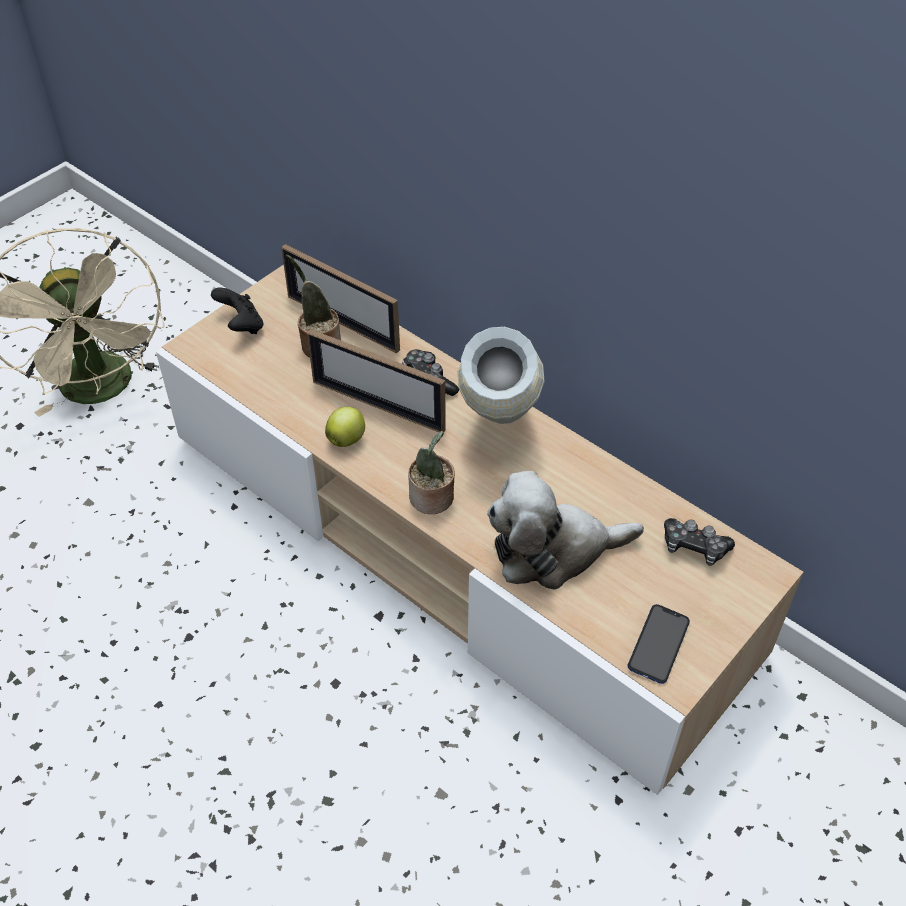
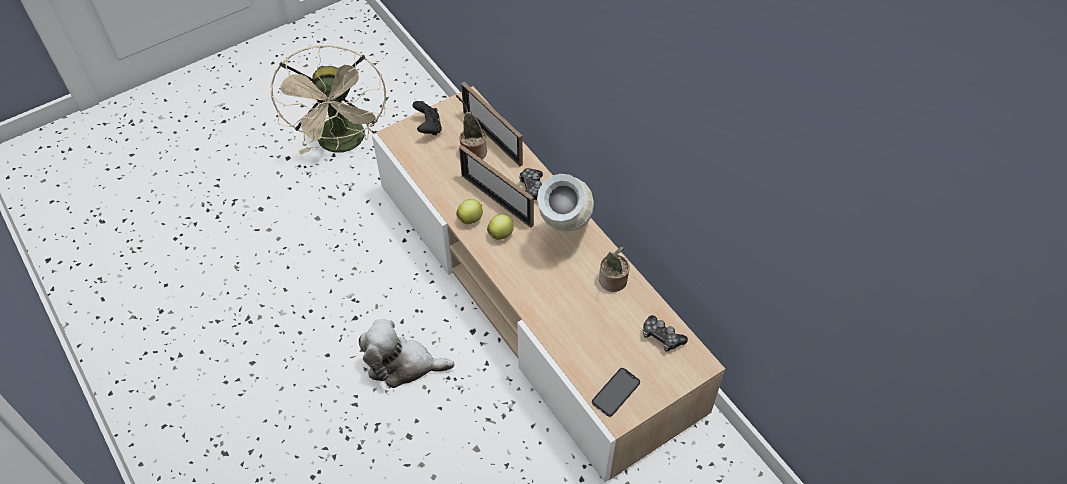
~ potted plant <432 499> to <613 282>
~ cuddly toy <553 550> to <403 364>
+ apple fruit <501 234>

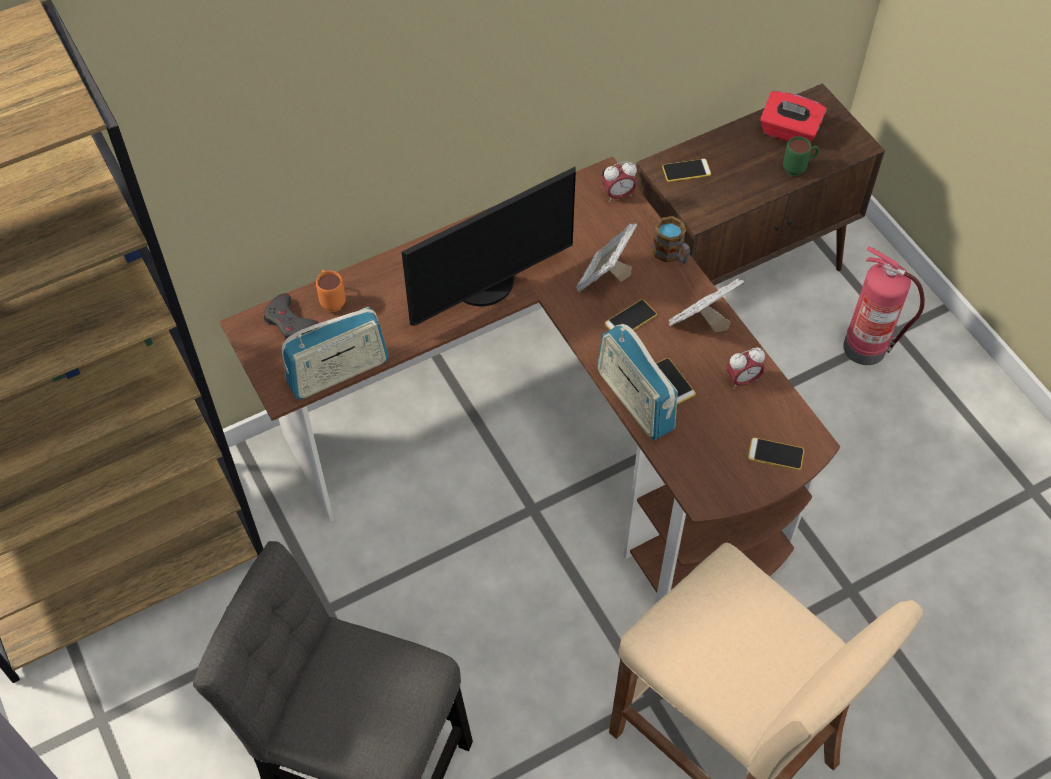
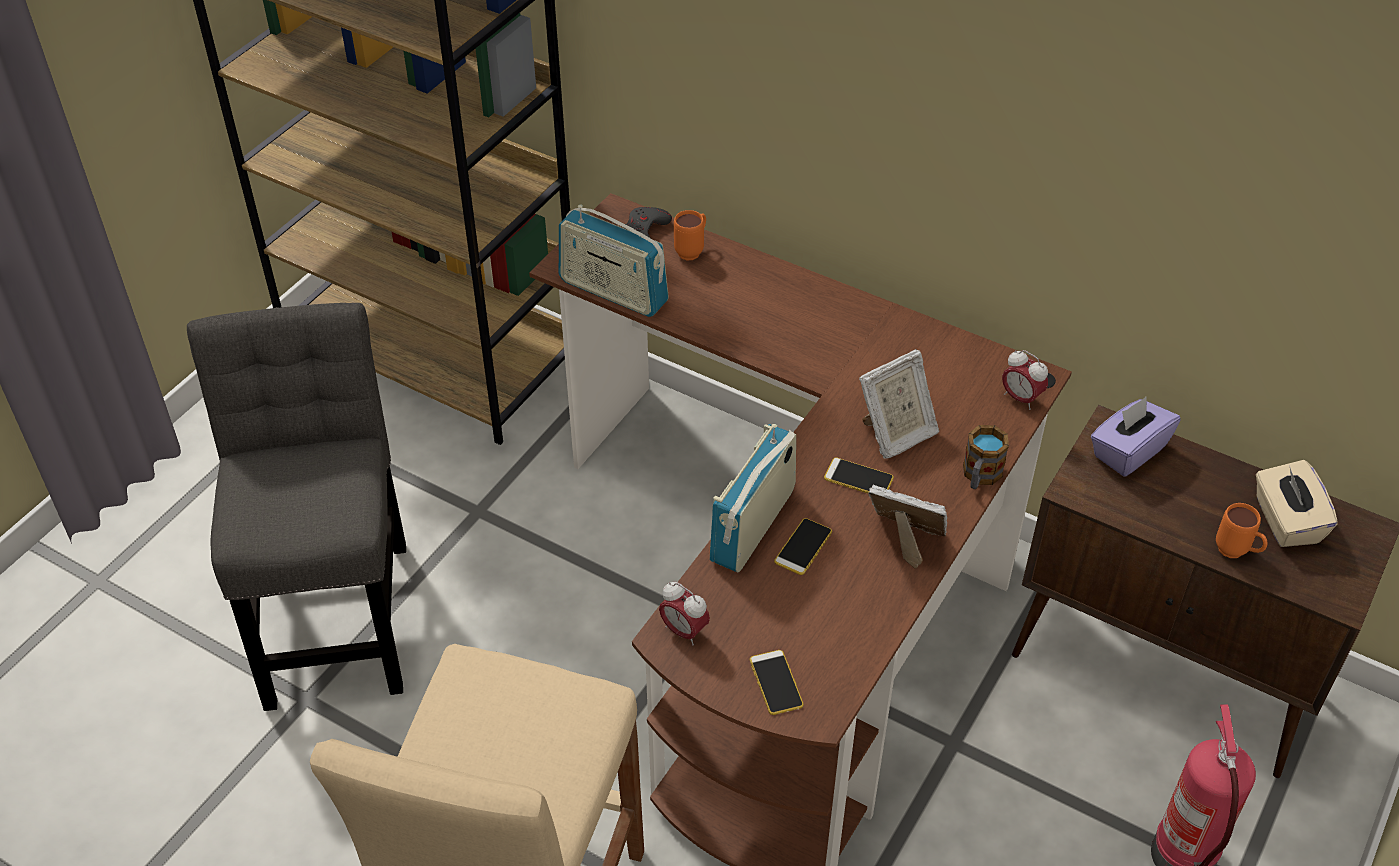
- computer screen <486 285>
~ standing frame <605 278> = <896 434> 150 degrees clockwise
~ phone <686 171> to purplish tissue box <1128 451>
~ table clock <742 380> to <684 631>
~ reddish tissue box <788 132> to beige tissue box <1285 521>
~ green coffee mug <798 169> to orangey coffee mug <1236 553>

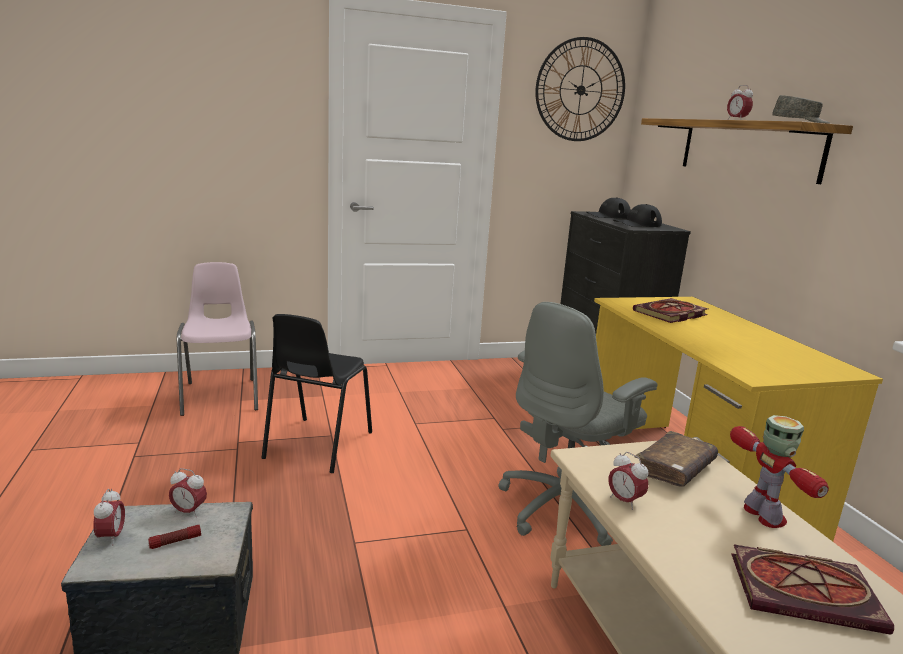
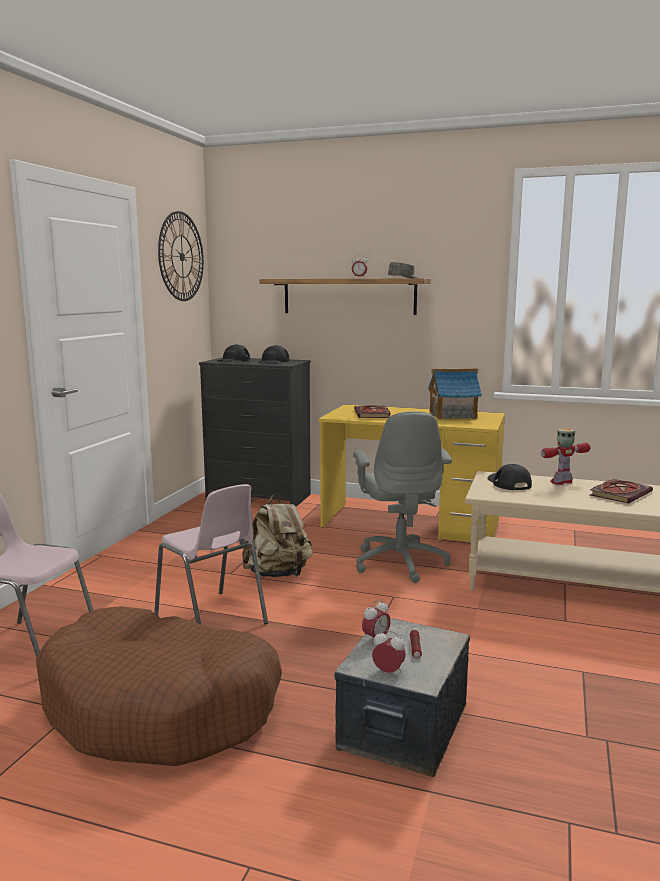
~ black-coloured plain chair <317 445> to pinkish plain chair <211 620>
- table clock <624 501>
~ brown book <674 469> to black-coloured baseball cap <508 483>
~ toy robot <764 516> = <562 482> 45 degrees counterclockwise
+ brown pet bed <161 707>
+ beige rucksack <278 574>
+ model house <453 415>

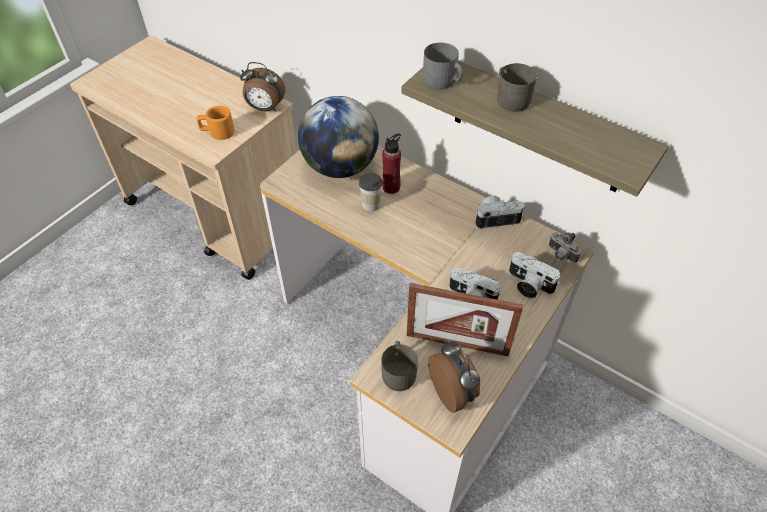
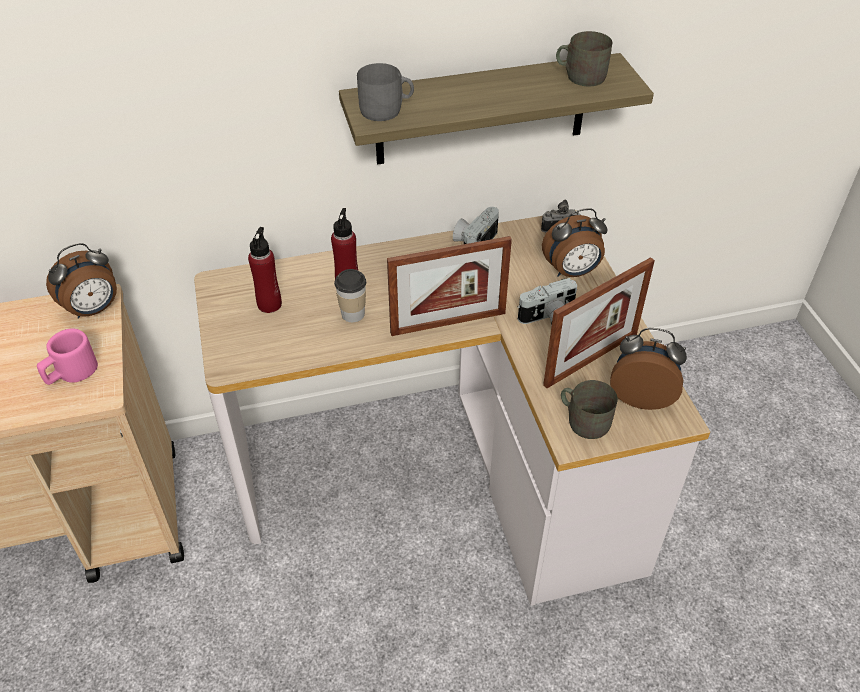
~ orangey coffee mug <217 132> to pinkish coffee mug <71 373>
~ globe <340 167> to reddish beverage bottle <269 304>
~ greyish coffee mug <510 98> to <580 75>
~ still camera <528 285> to table clock <572 272>
+ standing frame <448 323>

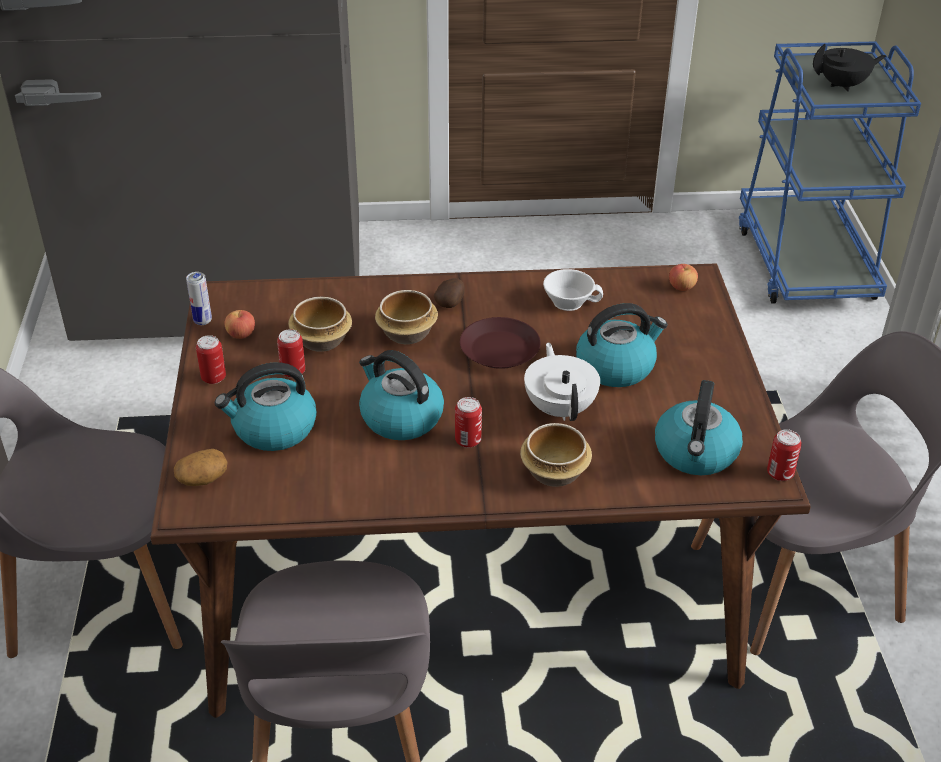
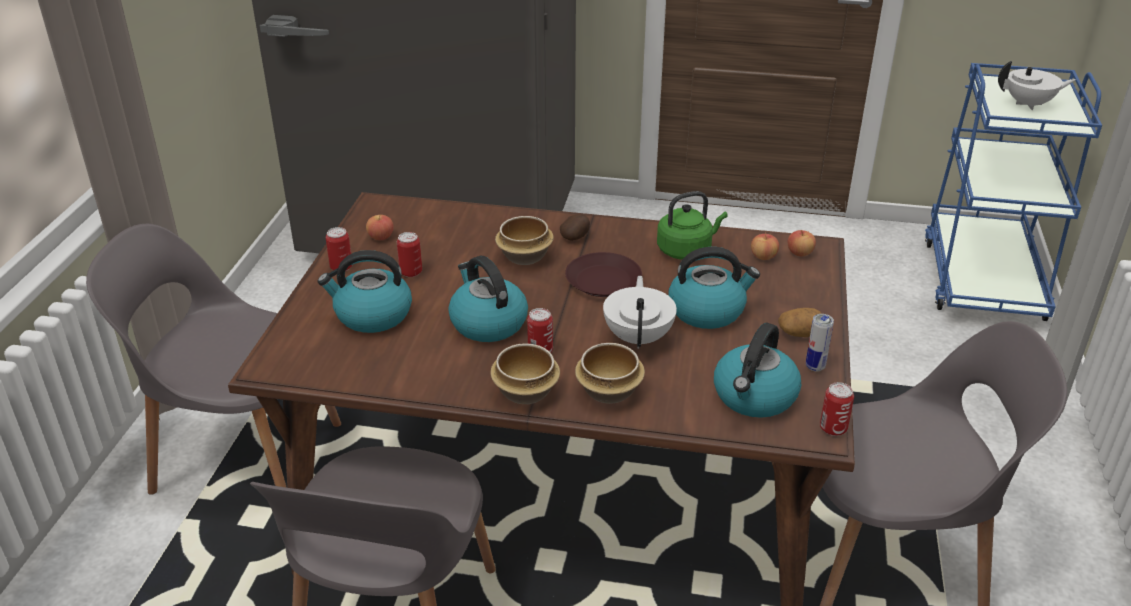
~ spud <202 478> to <800 333>
~ can <202 321> to <815 366>
~ bowl <322 340> to <526 391>
~ white drinking cup <569 300> to green water kettle <686 250>
~ black-coloured teapot <843 85> to white teapot <1029 104>
+ apple fruit <763 256>

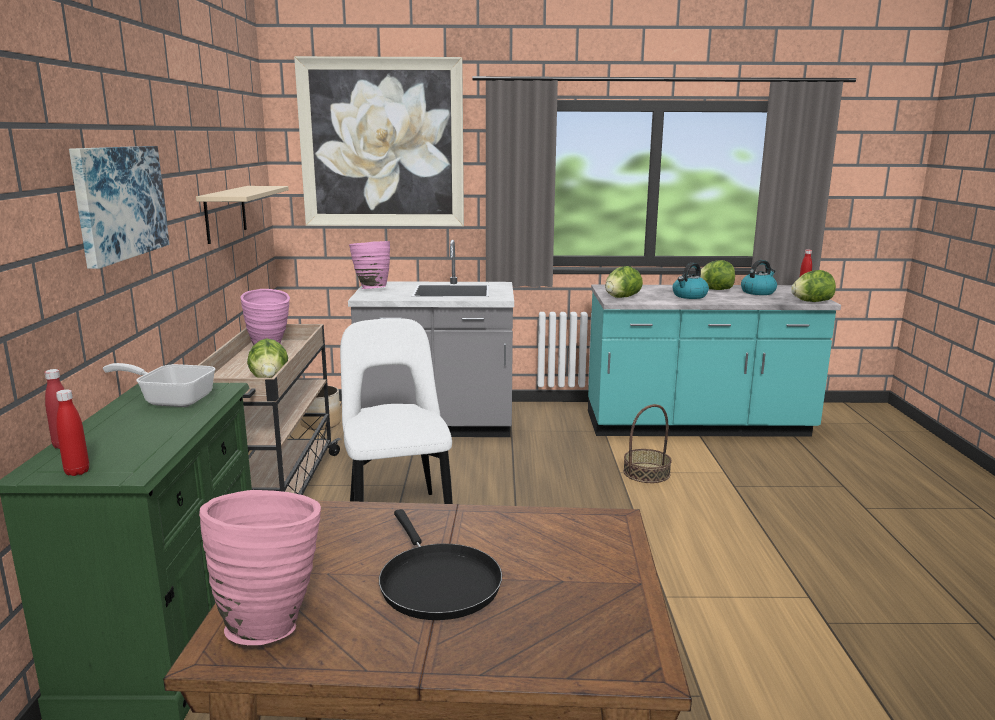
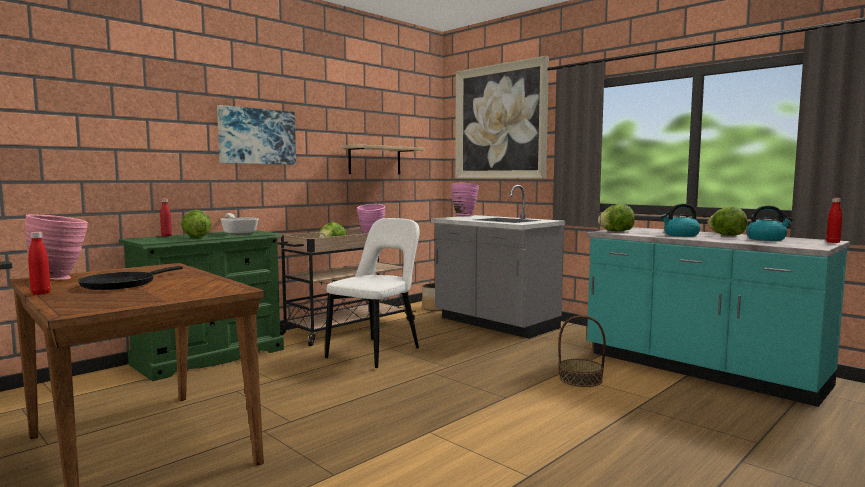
~ reddish beverage bottle <77 472> to <41 293>
~ head of lettuce <811 301> to <196 238>

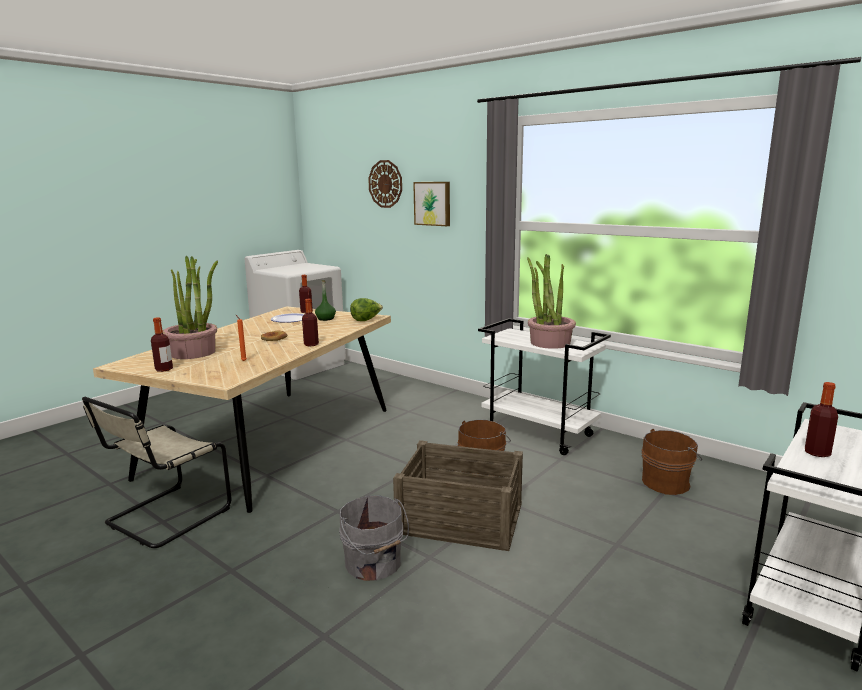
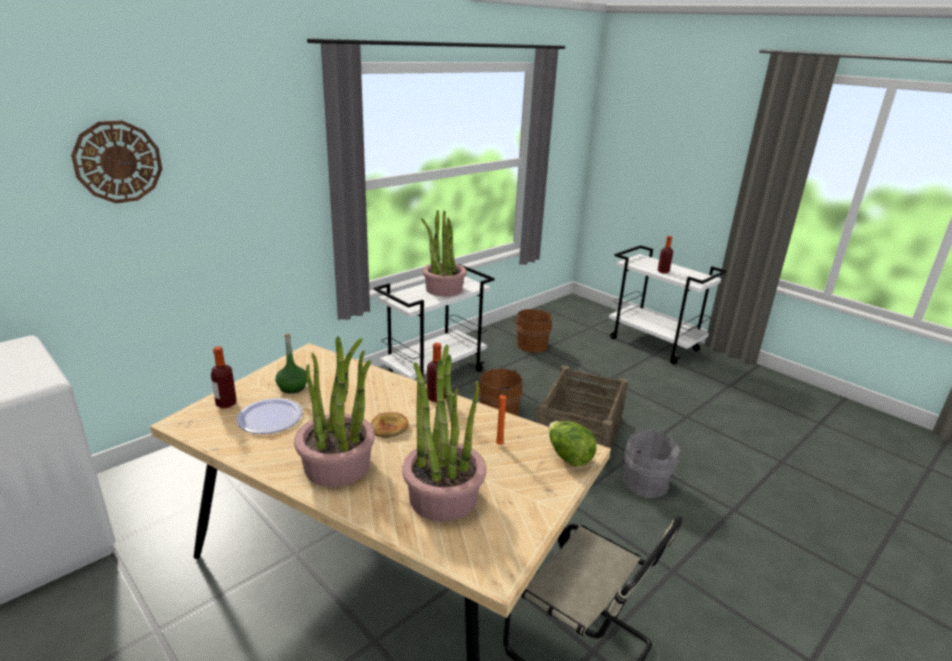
- beverage bottle <164 369>
~ head of lettuce <366 320> to <568 457>
- picture <433 203>
+ potted plant <338 466>

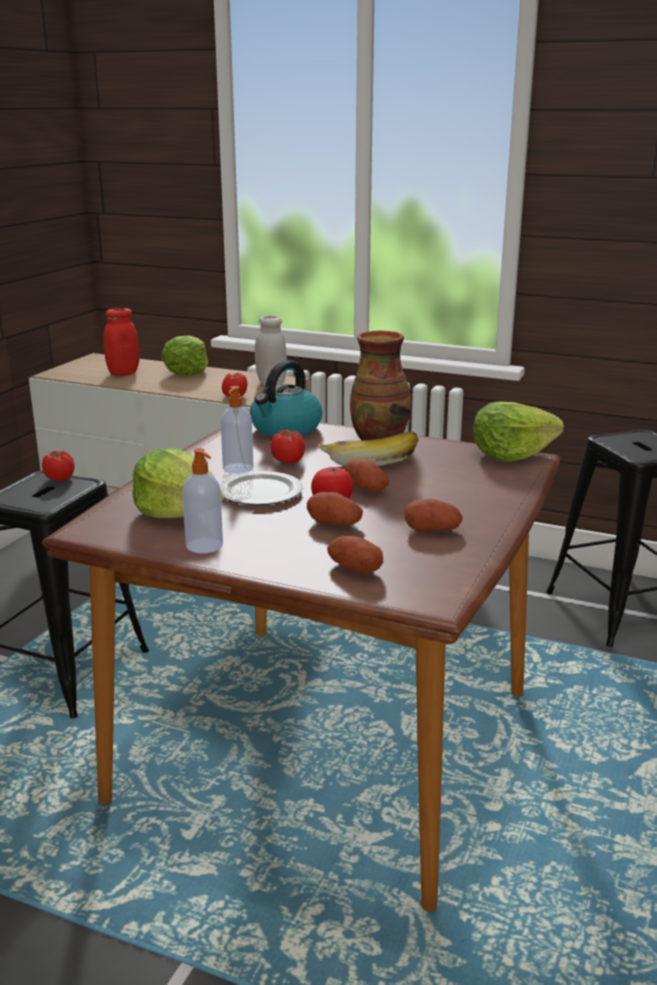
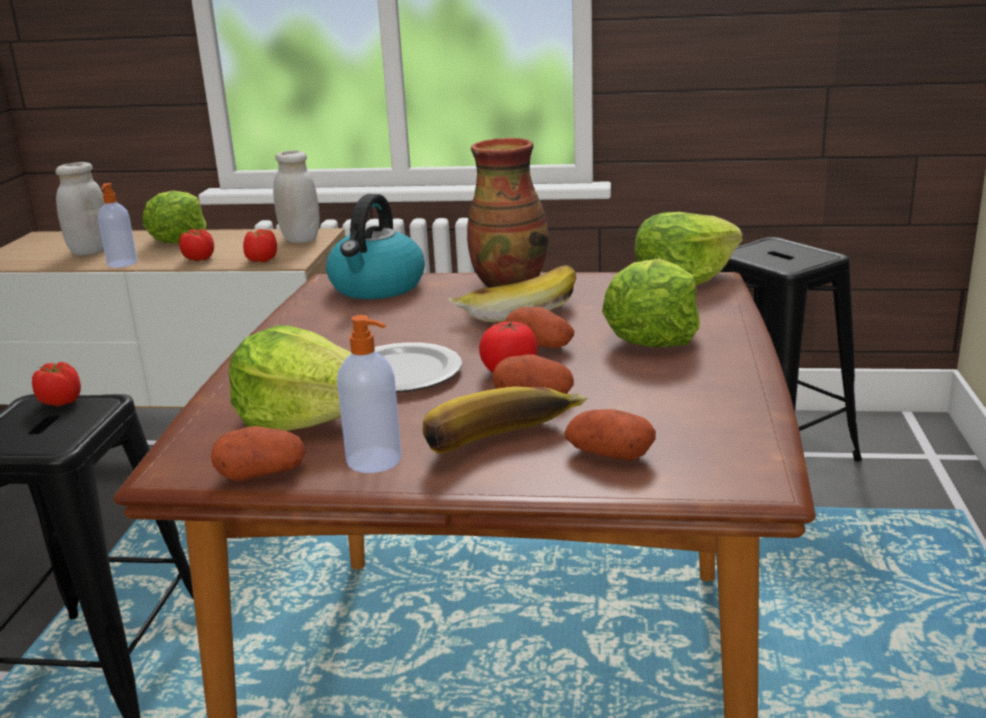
~ reddish jar <123 373> to white jar <90 251>
~ soap dispenser <237 469> to <122 263>
~ tomato <288 461> to <199 259>
~ spud <432 529> to <262 473>
+ banana fruit <505 446>
+ head of lettuce <652 335>

